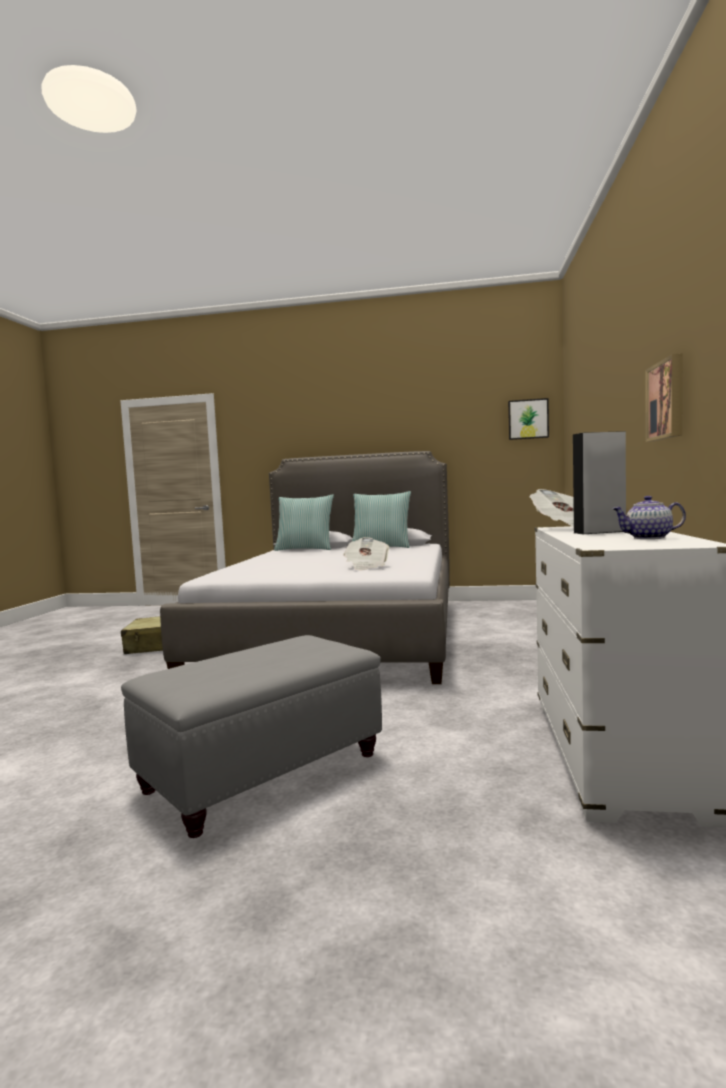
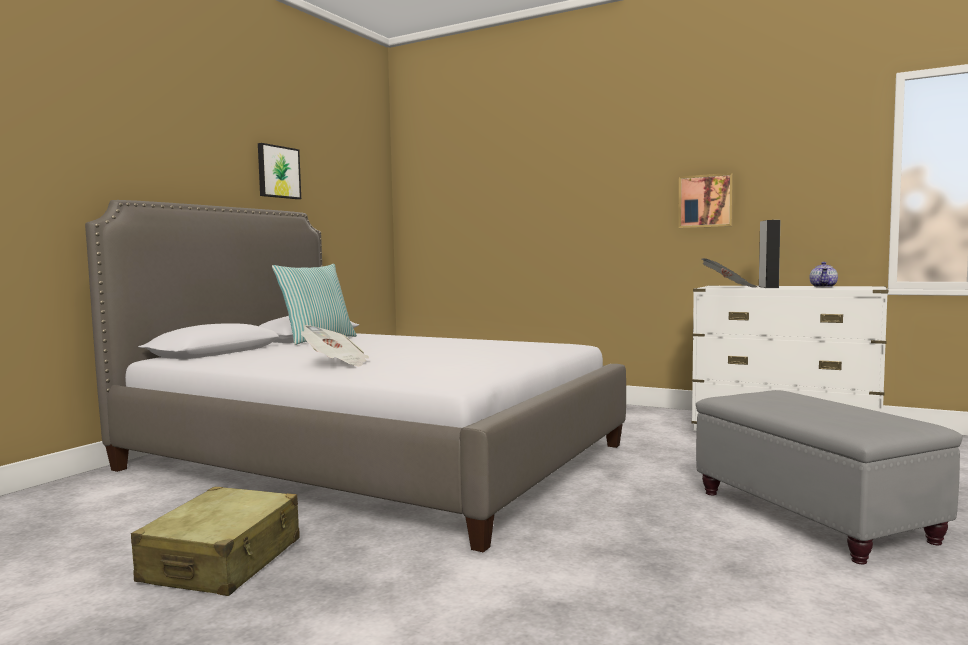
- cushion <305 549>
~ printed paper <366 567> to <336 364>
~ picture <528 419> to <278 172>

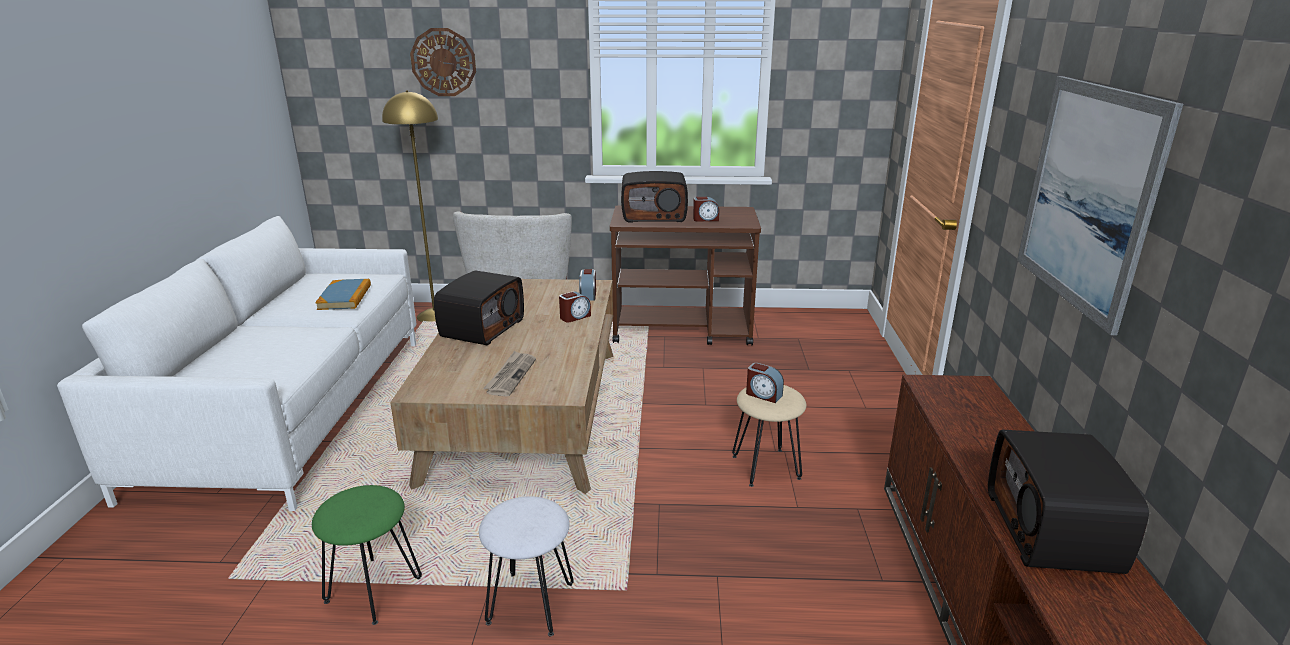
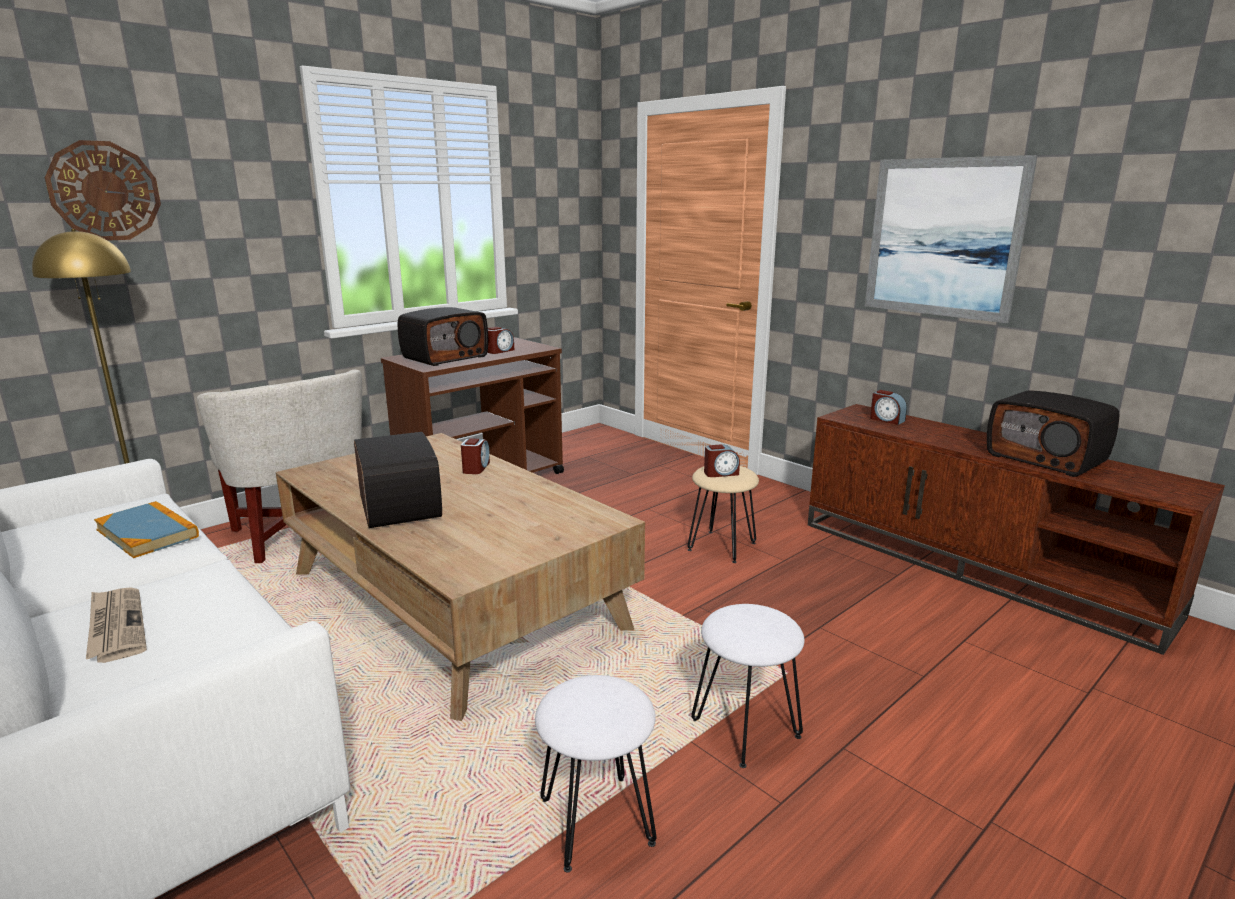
~ green stool <373 590> to white stool <595 822>
~ printed paper <510 376> to <115 626>
~ table clock <588 295> to <886 420>

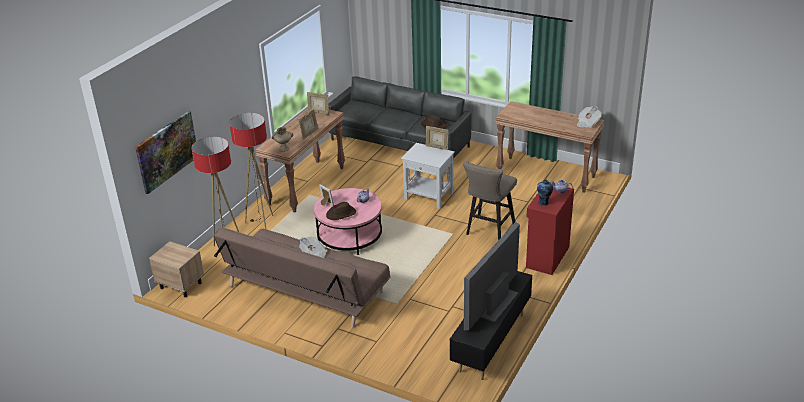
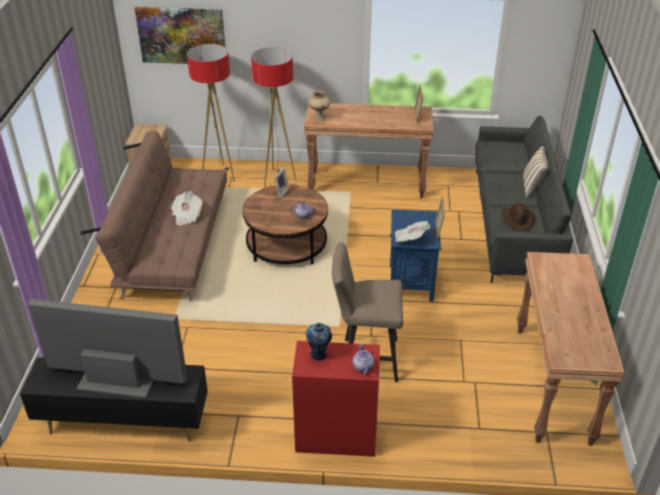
- standing frame <309 134>
~ pinkish coffee table <349 236> to brown coffee table <286 245>
- brown wearable hat <341 214>
~ white side table <429 196> to bluish side table <411 282>
~ printed paper <587 123> to <410 239>
+ cushion <532 188>

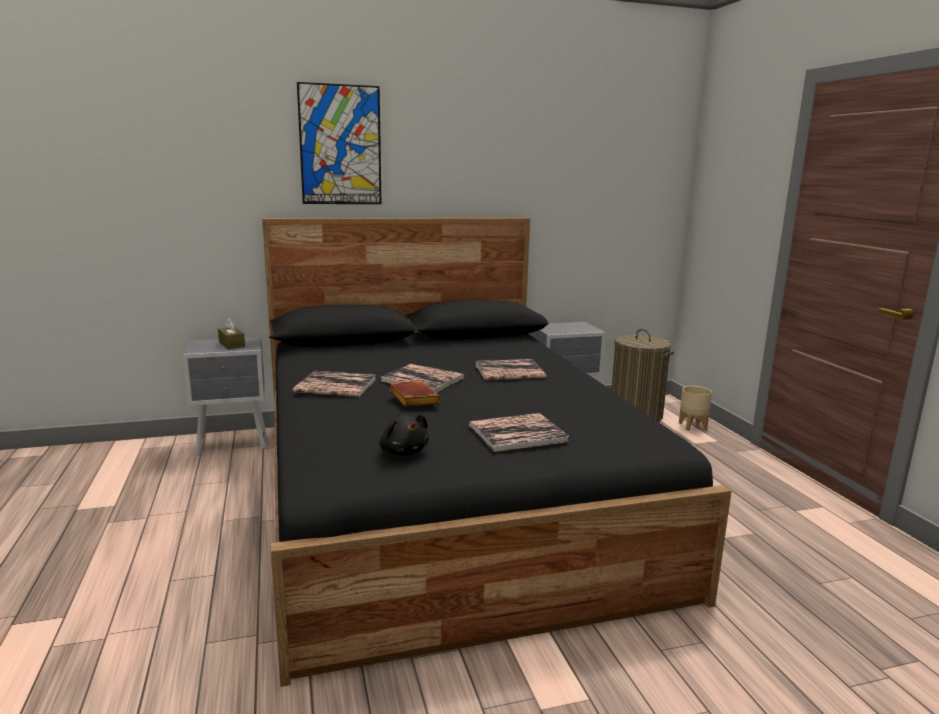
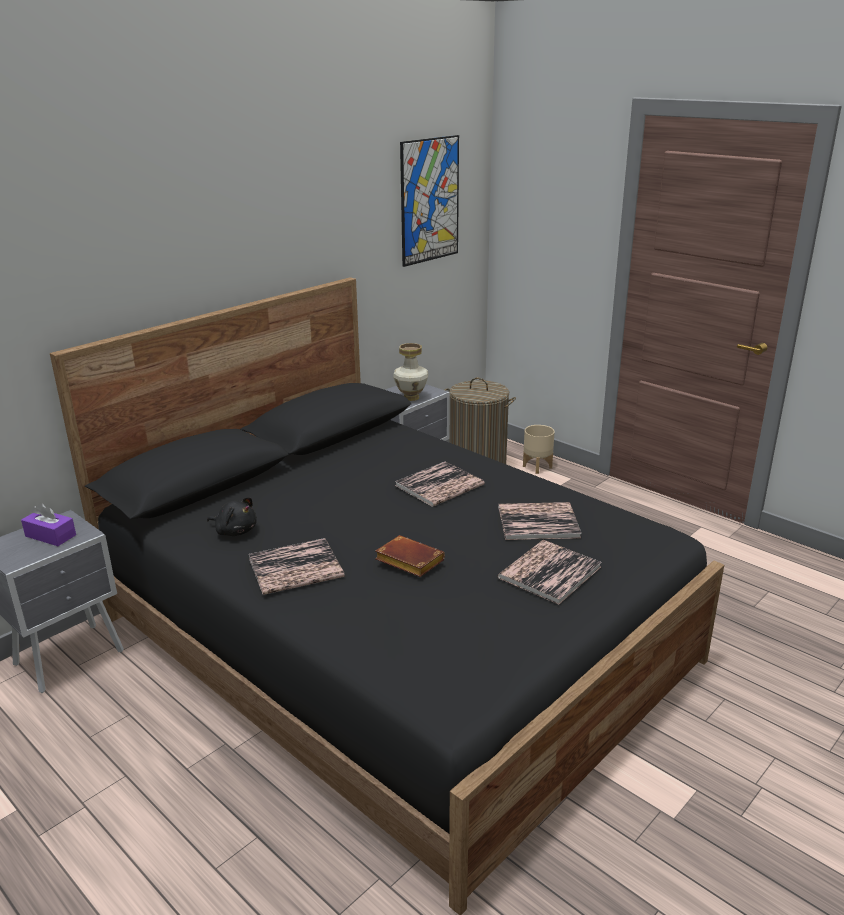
~ brown tissue box <231 344> to purplish tissue box <50 535>
~ picture <340 145> to <429 200>
~ black-coloured cuddly toy <403 451> to <235 531>
~ book <422 379> to <538 522>
+ vase <411 397>

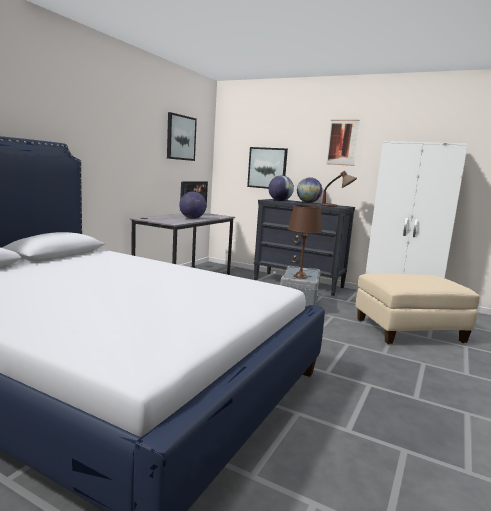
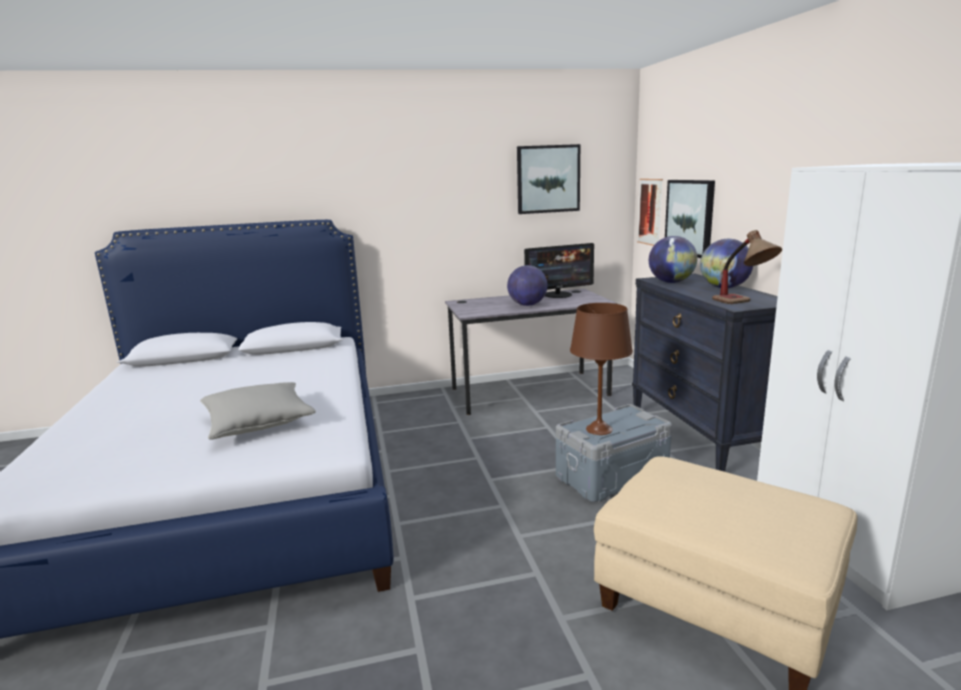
~ picture <342 142> to <650 212>
+ greyish cushion <258 423>

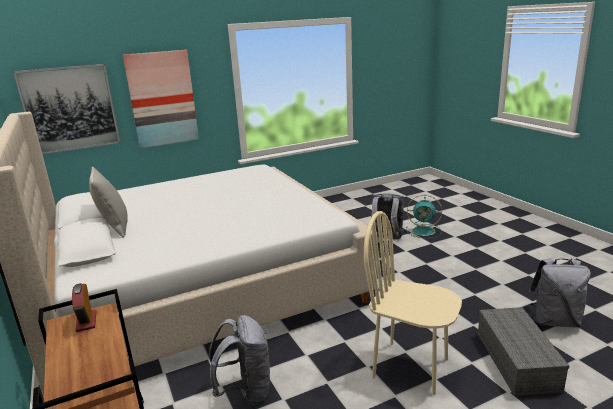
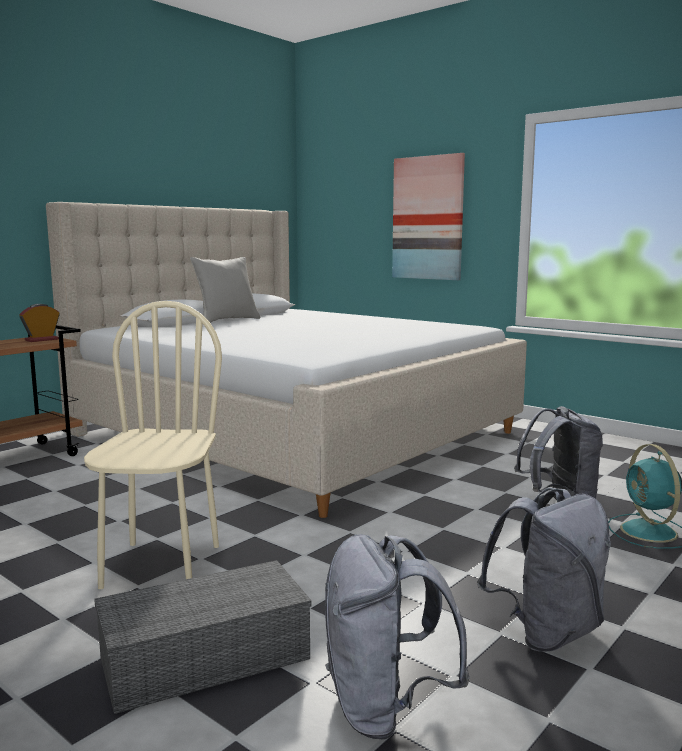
- picture <70 108>
~ greyish rucksack <246 391> to <546 632>

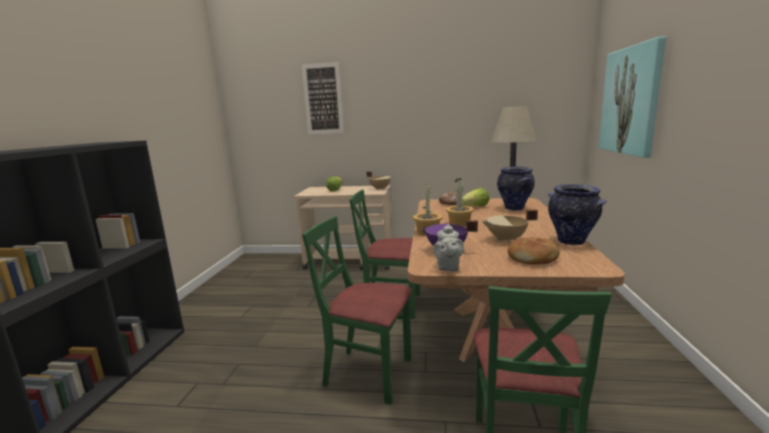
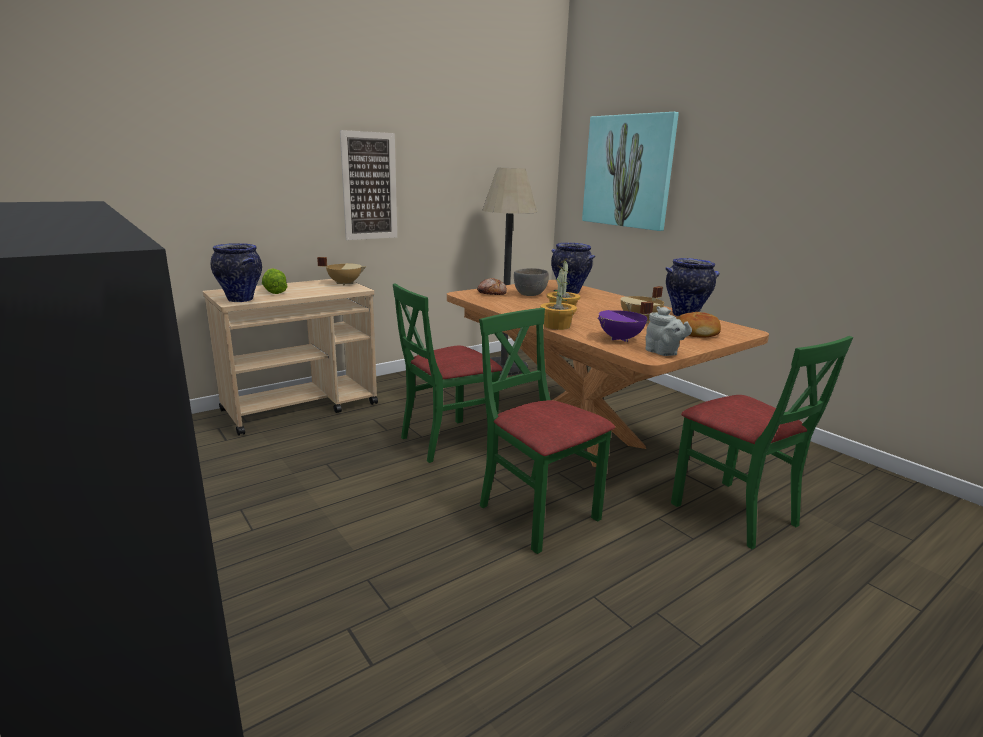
~ picture <323 99> to <369 186>
~ green plain chair <368 373> = <537 513> 75 degrees clockwise
~ head of lettuce <475 207> to greyish bowl <530 295>
+ vase <241 300>

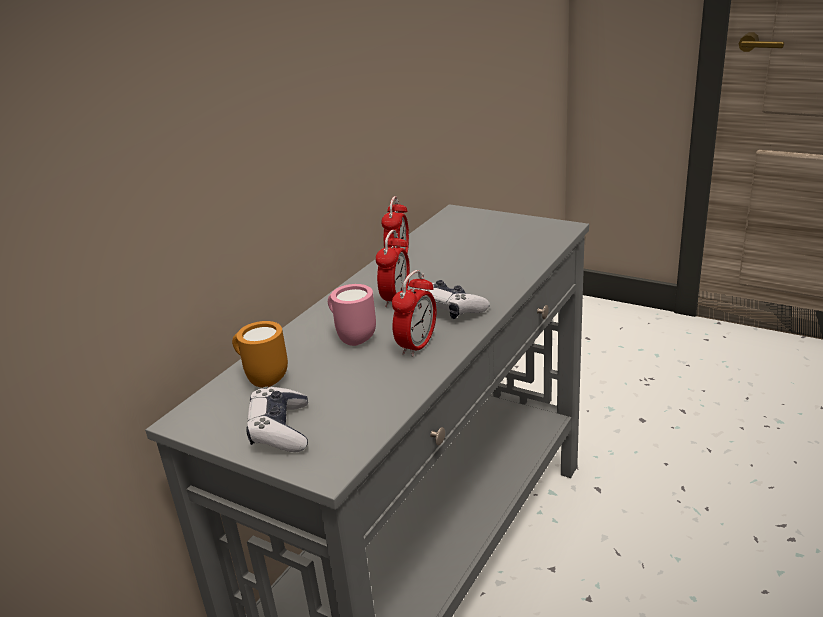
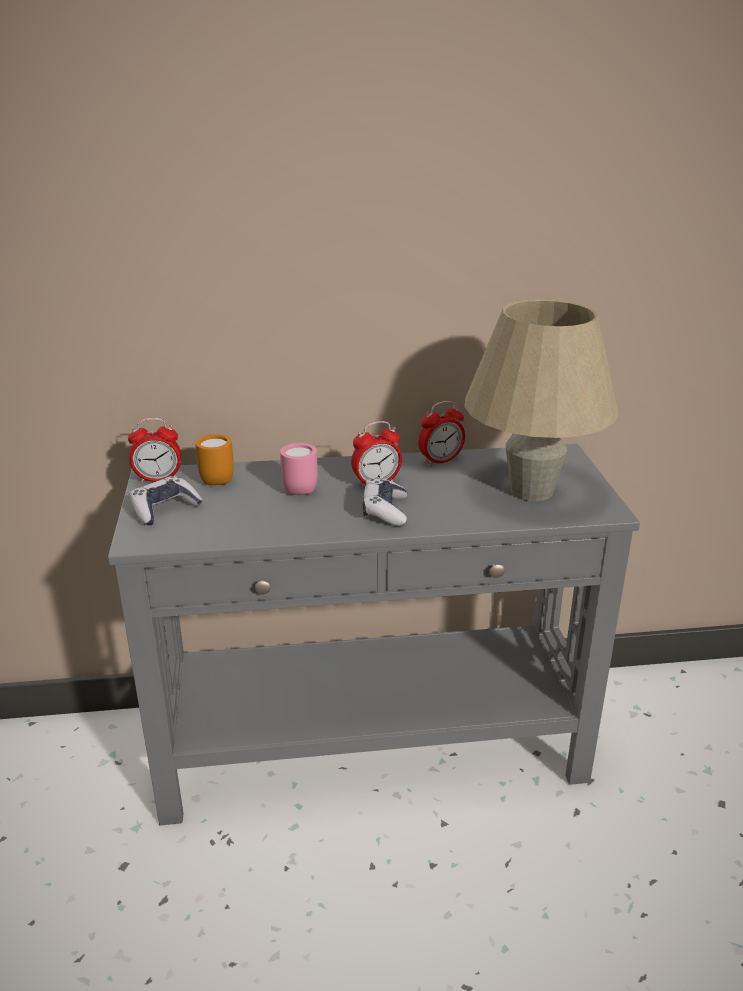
~ table clock <417 345> to <158 479>
+ beige lamp for a table <531 491>

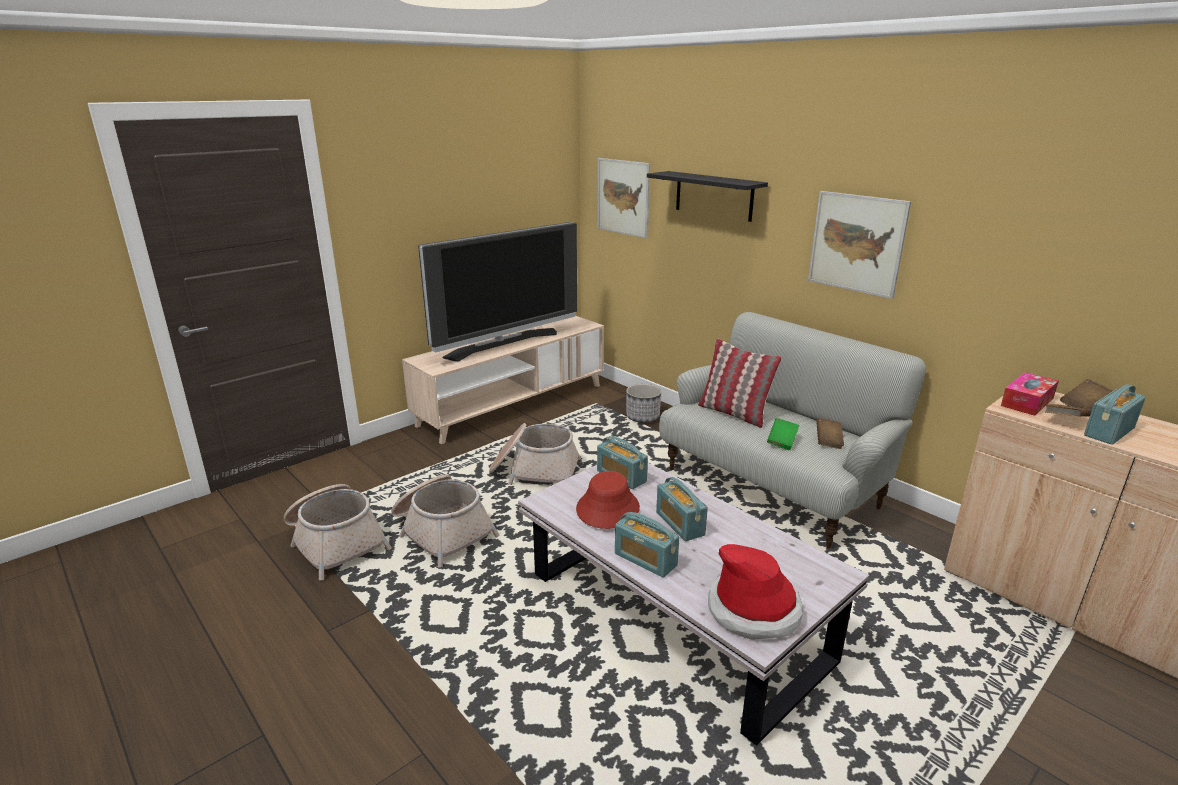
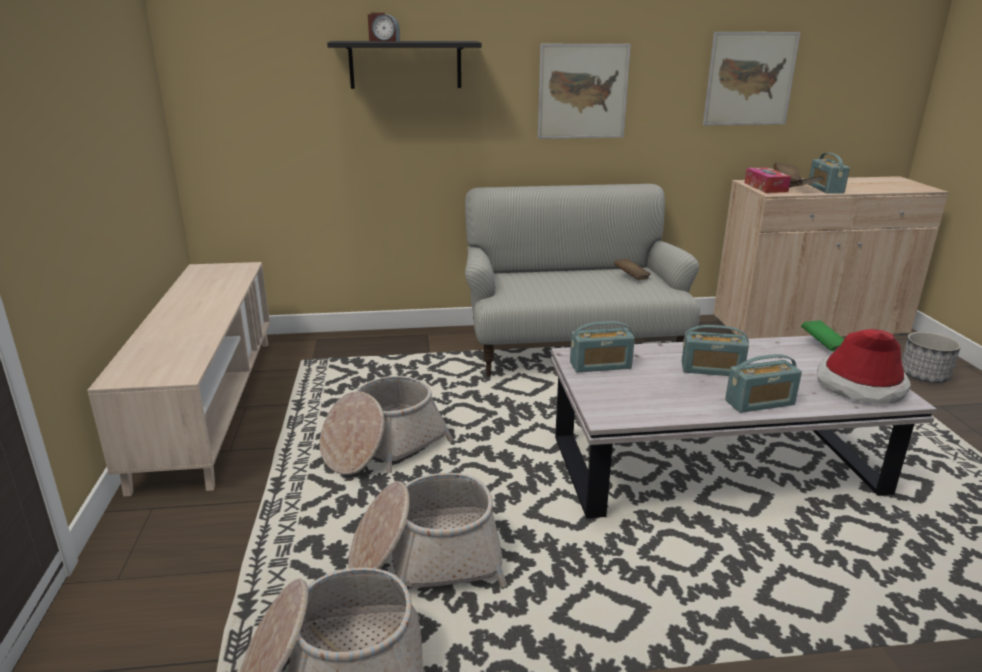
- TV <503 344>
- reddish wearable hat <607 508>
~ picture <623 197> to <750 79>
~ planter <642 417> to <924 376>
- cushion <734 413>
~ green book <782 442> to <823 345>
+ table clock <384 41>

